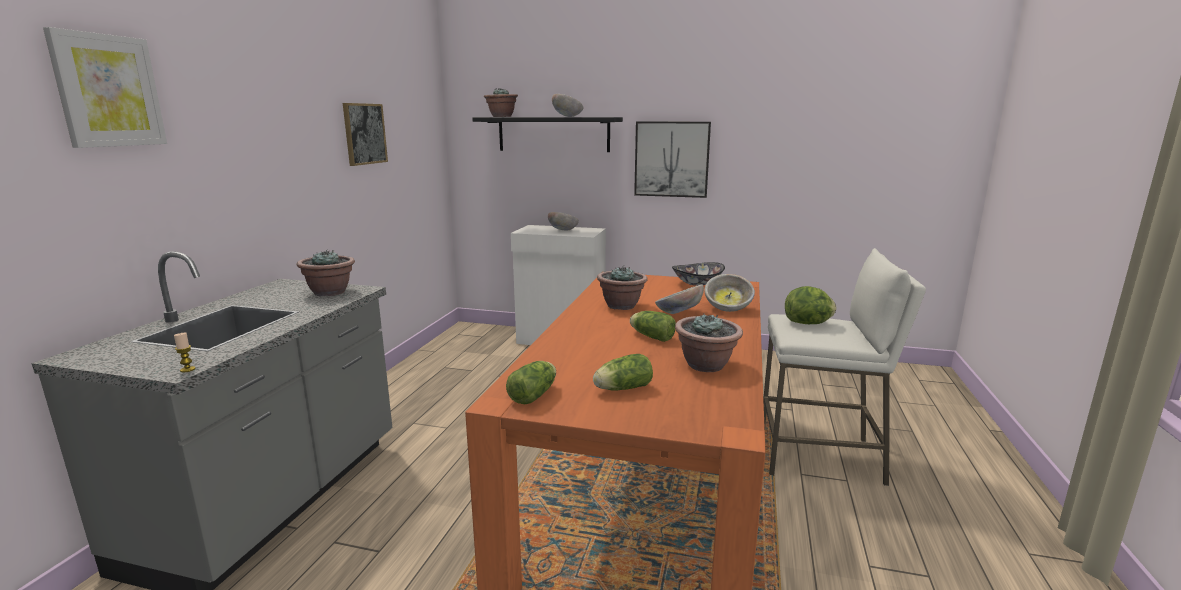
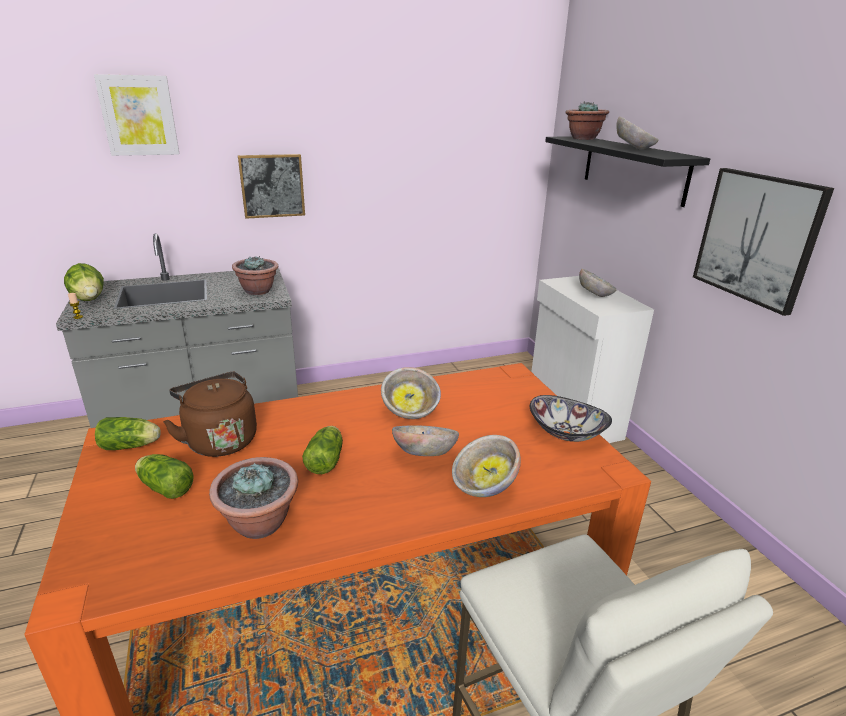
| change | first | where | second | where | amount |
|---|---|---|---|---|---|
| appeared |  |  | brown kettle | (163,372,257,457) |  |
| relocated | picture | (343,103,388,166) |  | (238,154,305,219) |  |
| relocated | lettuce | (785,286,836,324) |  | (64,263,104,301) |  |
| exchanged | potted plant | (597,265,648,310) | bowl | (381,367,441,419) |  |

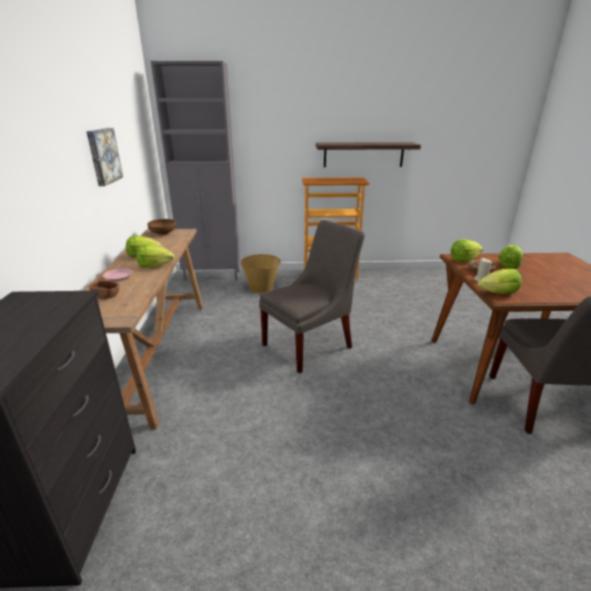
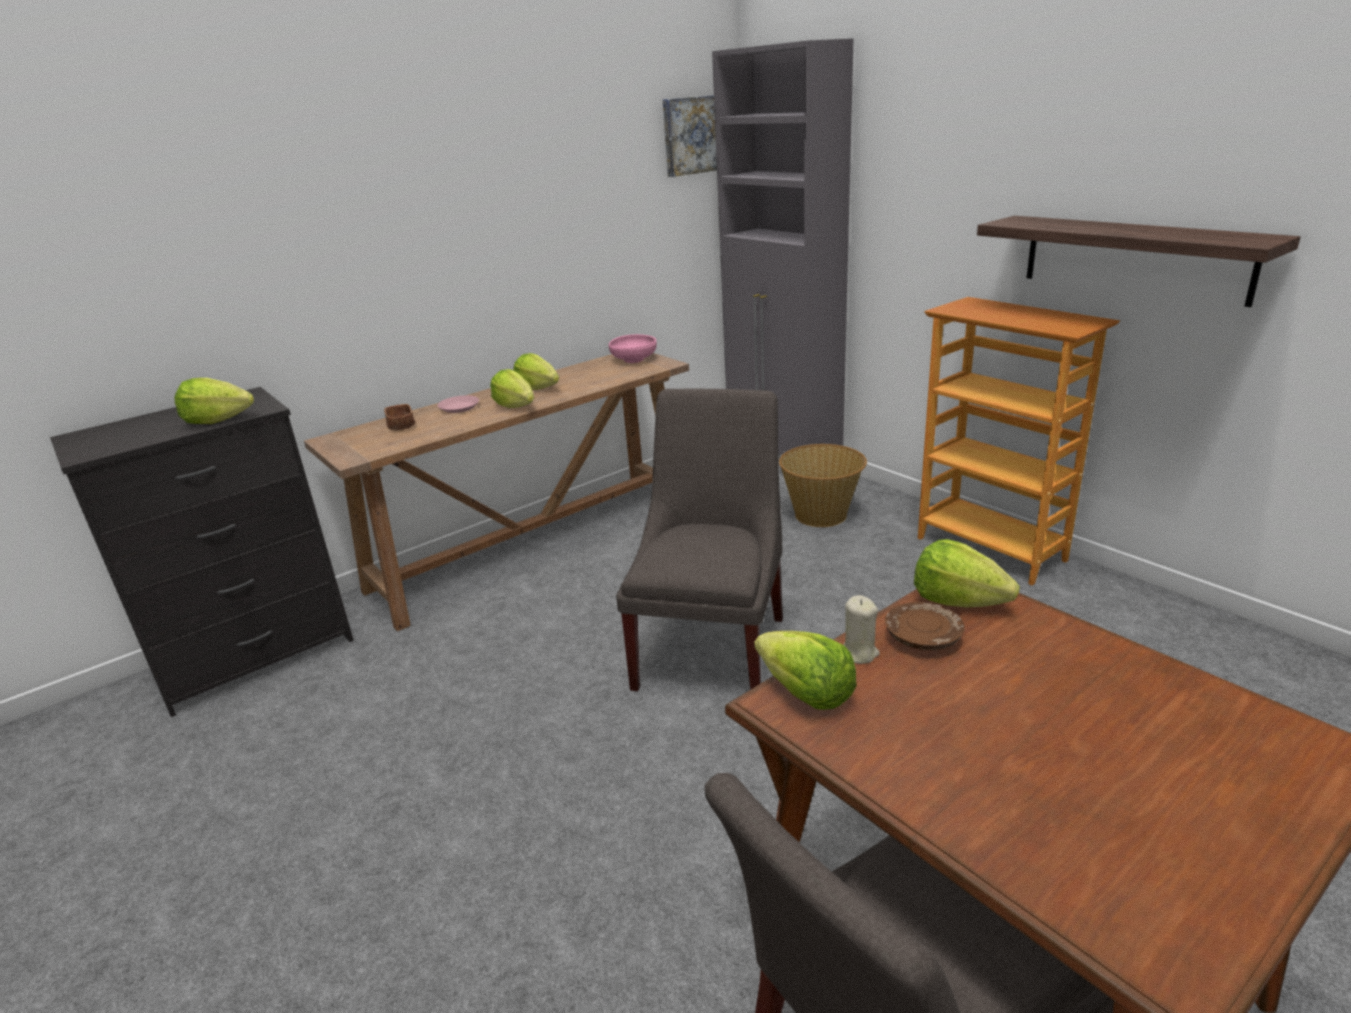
| change | first | where | second | where | amount |
|---|---|---|---|---|---|
| relocated | picture | (86,128,123,186) |  | (663,95,717,177) |  |
| relocated | lettuce | (498,245,523,269) |  | (174,378,254,424) |  |
| colour | brown bowl | (147,219,176,235) | pink bowl | (609,334,657,363) |  |
| spun | grey chair | (259,220,365,374) |  | (616,389,783,691) | 90 degrees counterclockwise |

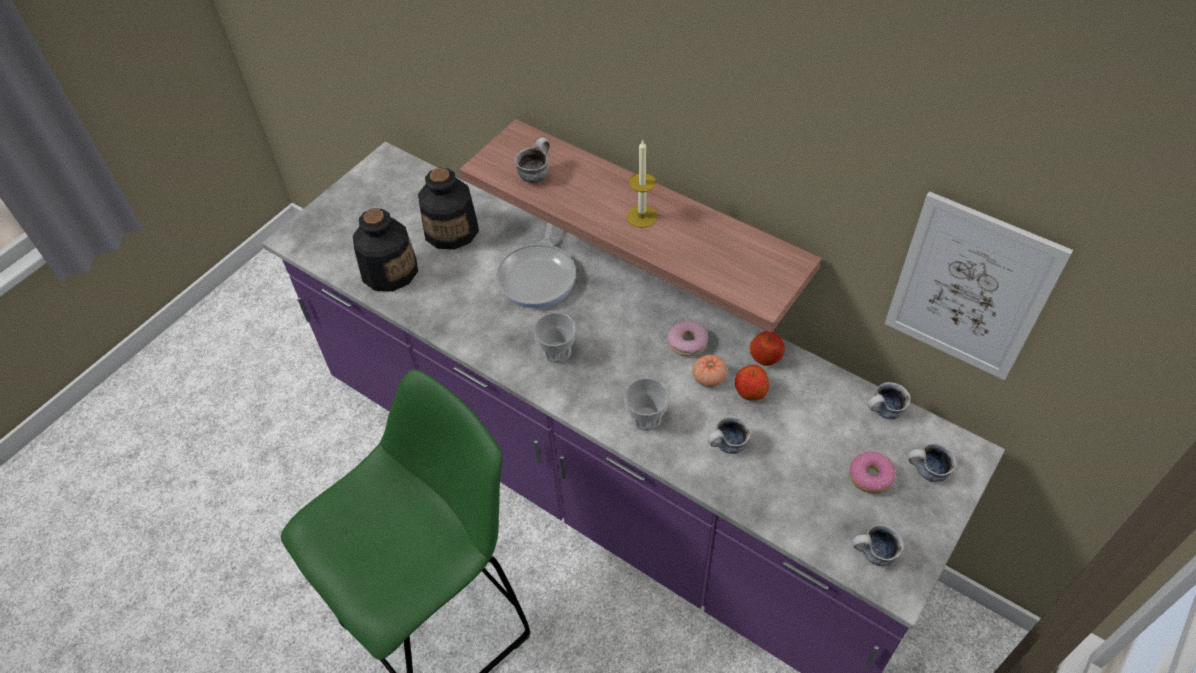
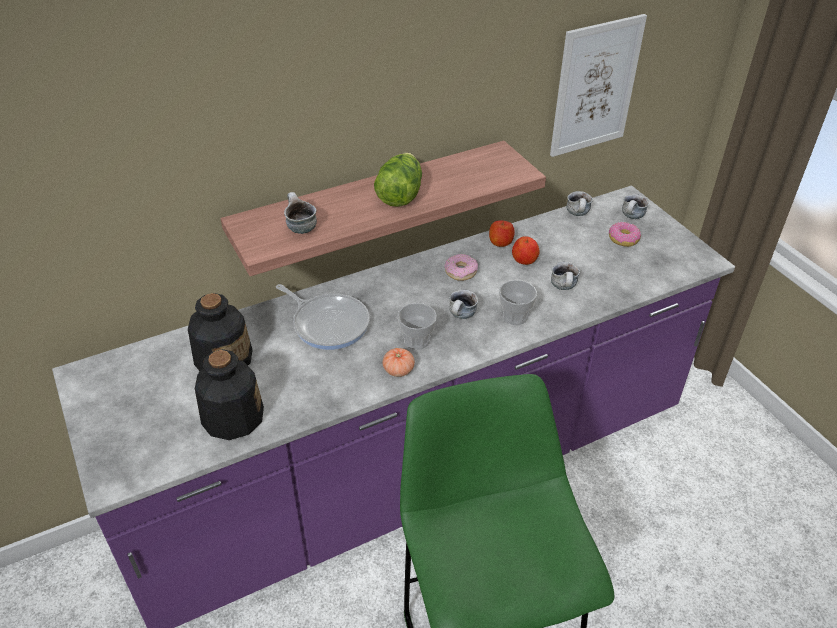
| change | first | where | second | where | amount |
|---|---|---|---|---|---|
| relocated | tomato | (692,355,728,387) |  | (383,348,415,377) |  |
| relocated | mug | (852,524,904,566) |  | (449,290,478,319) |  |
| exchanged | candle | (627,139,658,228) | lettuce | (374,153,422,207) |  |

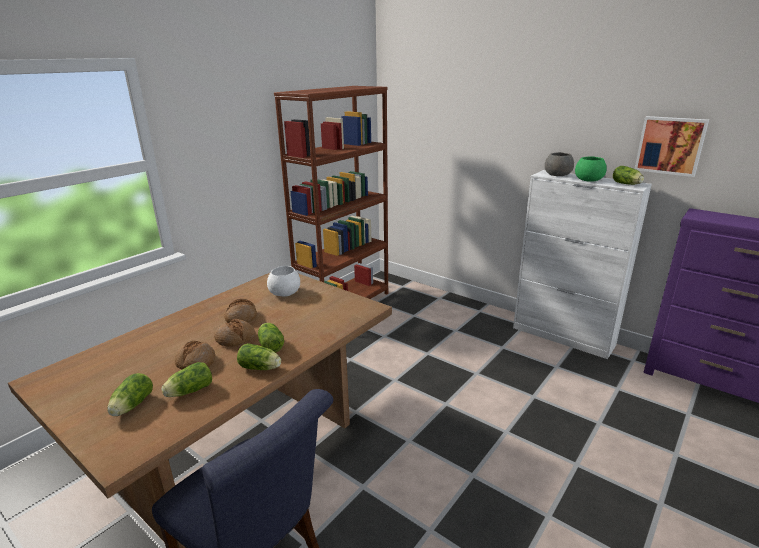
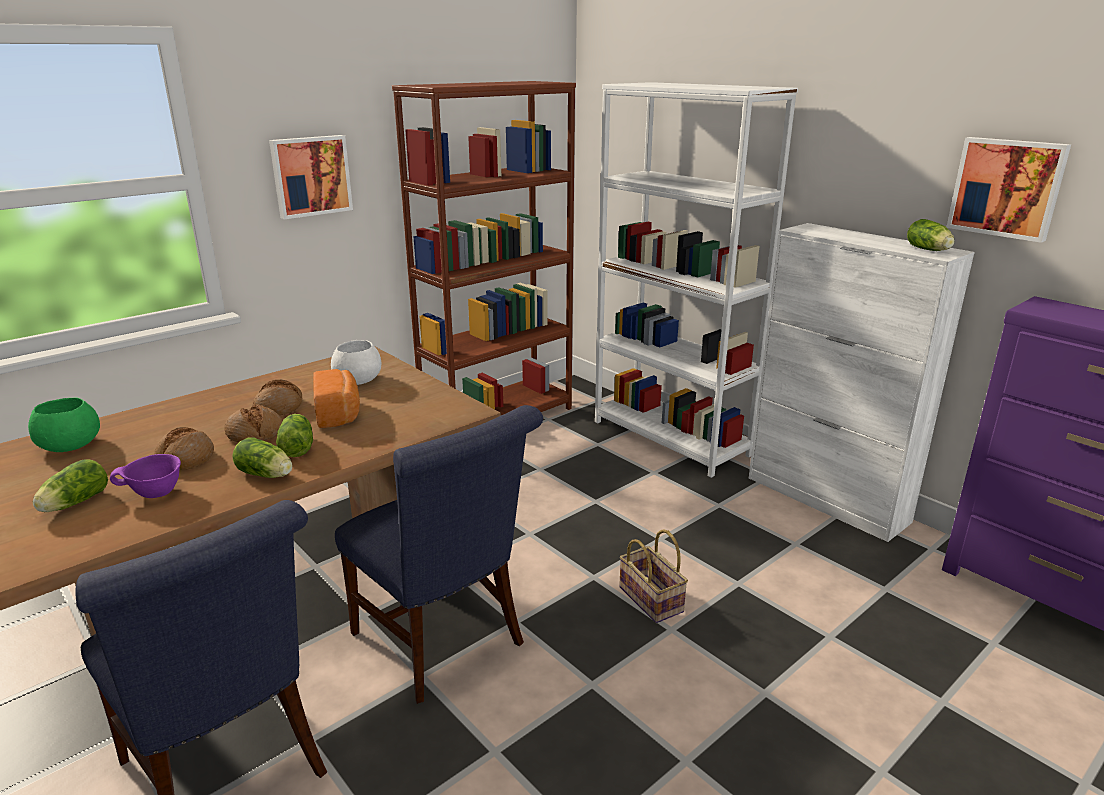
| change | first | where | second | where | amount |
|---|---|---|---|---|---|
| missing | grey bowl | (545,152,574,176) |  |  |  |
| appeared |  |  | picture | (269,135,353,219) |  |
| appeared |  |  | bread | (313,369,360,428) |  |
| appeared |  |  | blue chair | (335,405,543,704) |  |
| appeared |  |  | white bookcase | (595,82,798,478) |  |
| appeared |  |  | basket | (619,529,688,623) |  |
| relocated | green bowl | (575,156,607,182) |  | (28,397,100,452) |  |
| exchanged | lettuce | (161,362,212,397) | purple bowl | (110,454,181,498) |  |

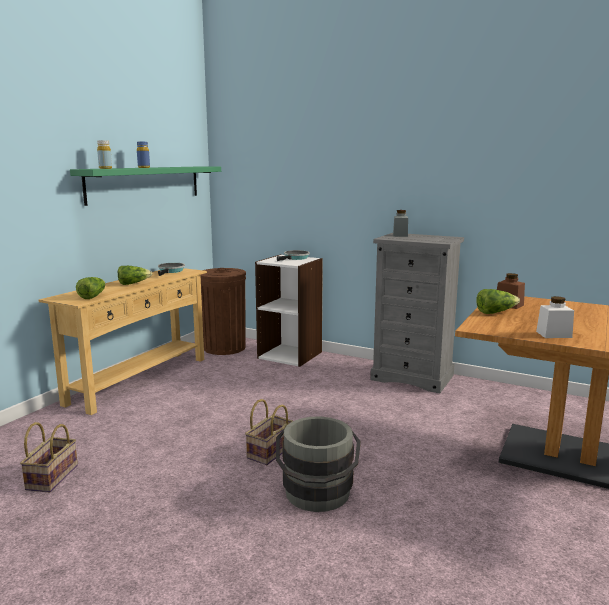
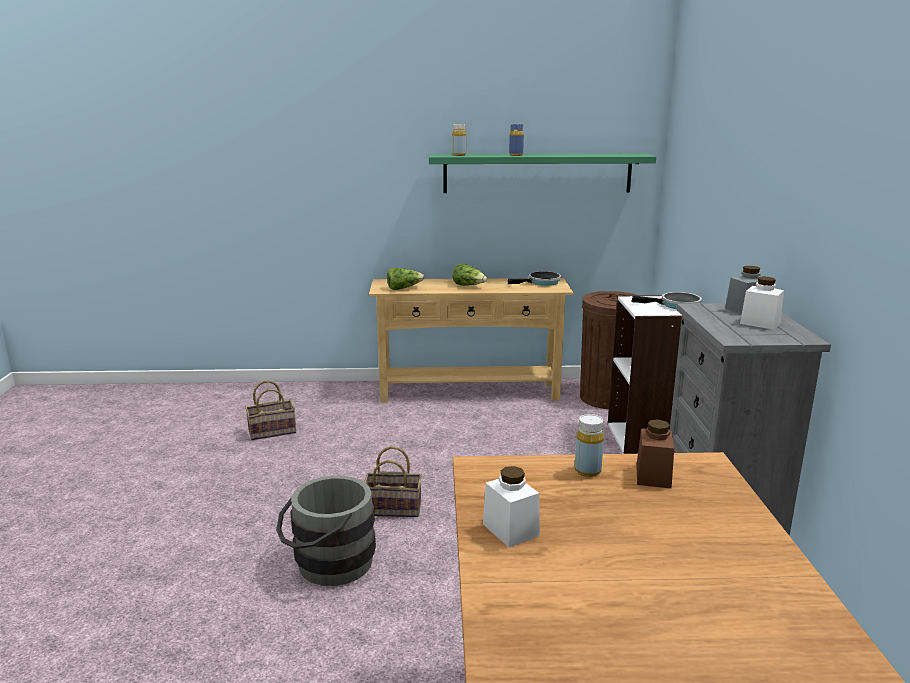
| change | first | where | second | where | amount |
|---|---|---|---|---|---|
| appeared |  |  | white jar | (740,276,784,330) |  |
| exchanged | lettuce | (476,289,520,314) | yellow bottle | (575,414,604,477) |  |

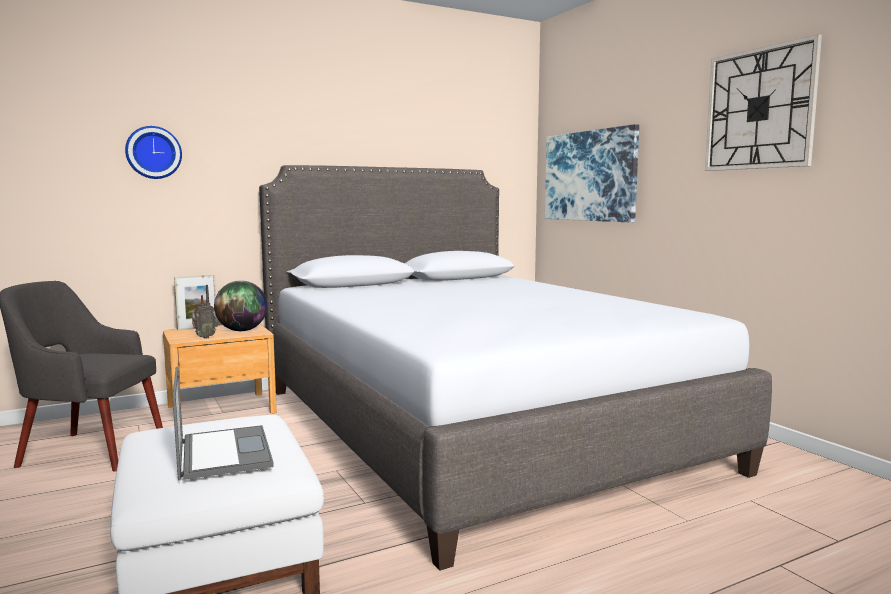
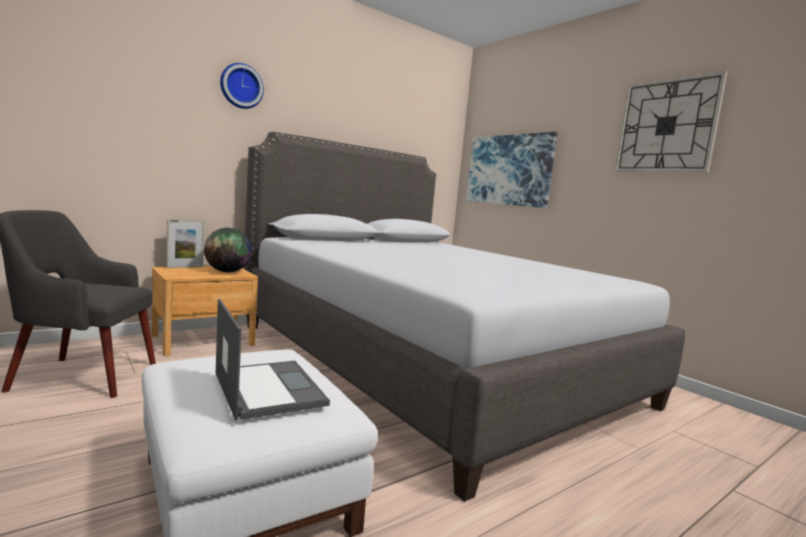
| change | first | where | second | where | amount |
|---|---|---|---|---|---|
| missing | radio | (192,285,216,339) |  |  |  |
| relocated | wall clock | (125,126,182,179) |  | (220,63,264,109) |  |

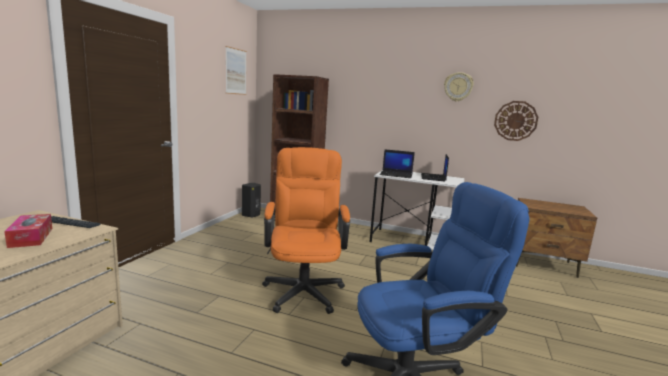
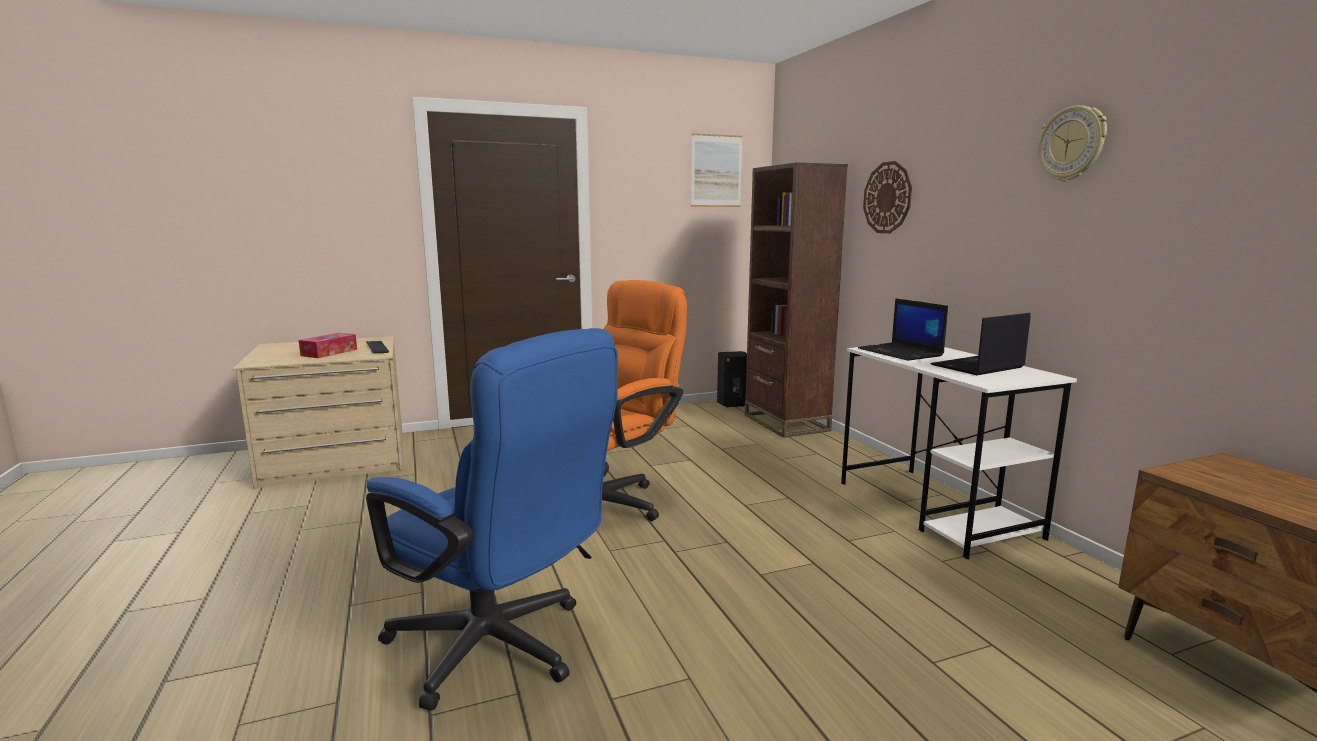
| change | first | where | second | where | amount |
|---|---|---|---|---|---|
| relocated | wall clock | (494,101,538,141) |  | (863,161,912,233) |  |

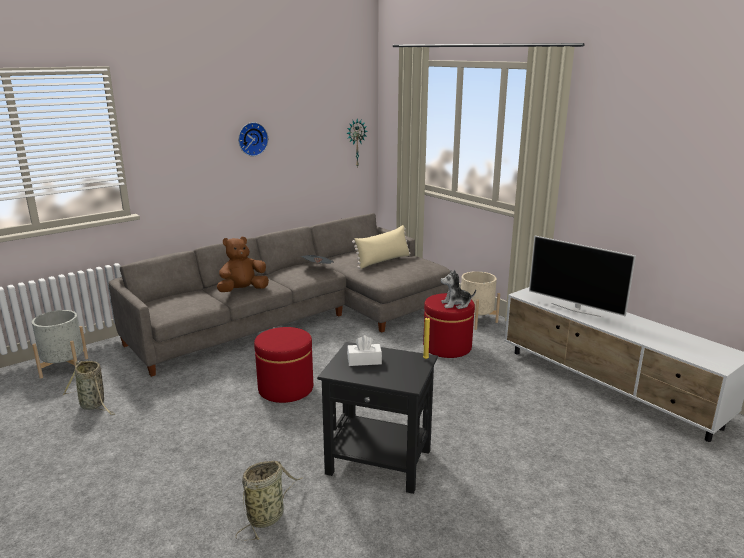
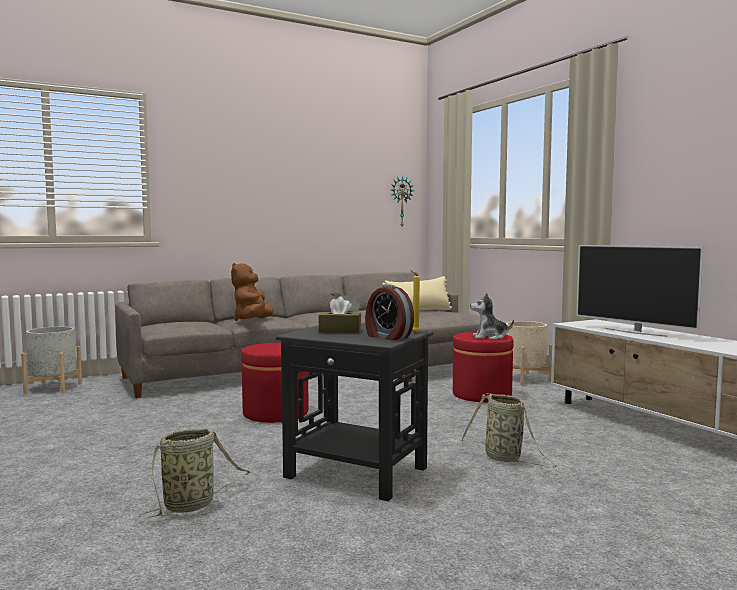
| change | first | where | second | where | amount |
|---|---|---|---|---|---|
| missing | wall clock | (238,122,268,156) |  |  |  |
| appeared |  |  | alarm clock | (365,285,414,340) |  |
| relocated | basket | (62,361,115,415) |  | (460,393,556,468) |  |
| colour | white tissue box | (347,335,382,366) | brown tissue box | (318,297,361,333) |  |
| spun | brown plush toy | (217,237,269,292) |  | (231,263,273,321) | 60 degrees counterclockwise |

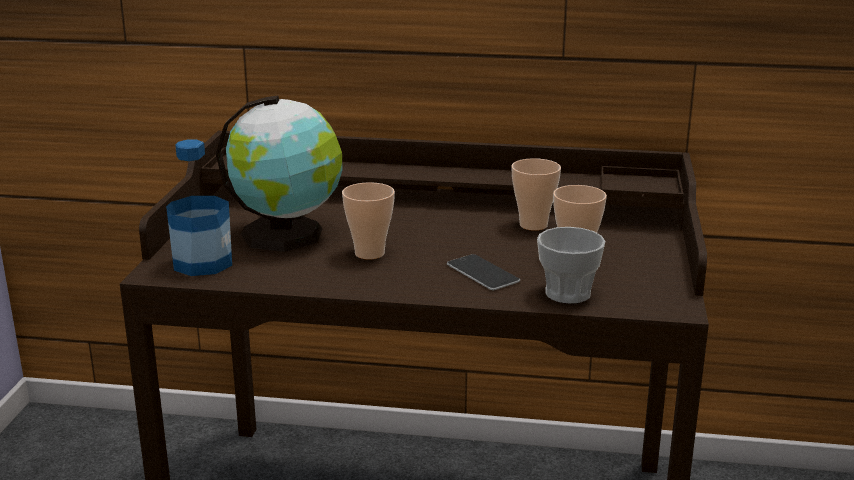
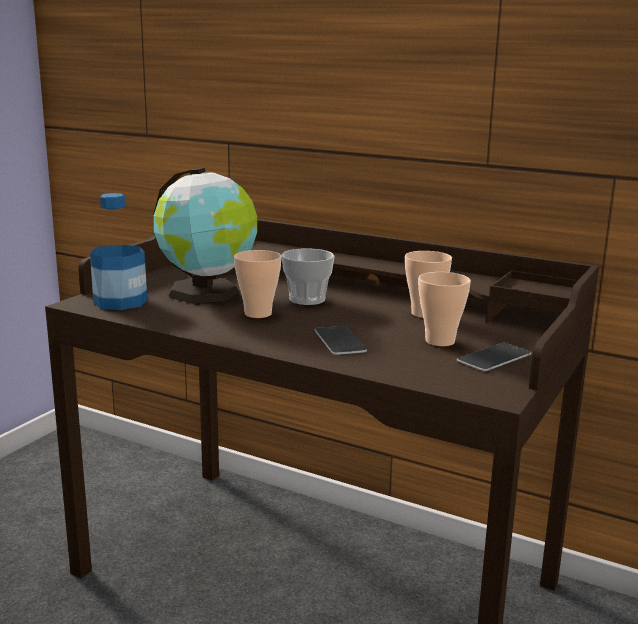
| change | first | where | second | where | amount |
|---|---|---|---|---|---|
| appeared |  |  | phone | (457,343,531,371) |  |
| relocated | cup | (537,227,606,304) |  | (281,248,335,305) |  |

